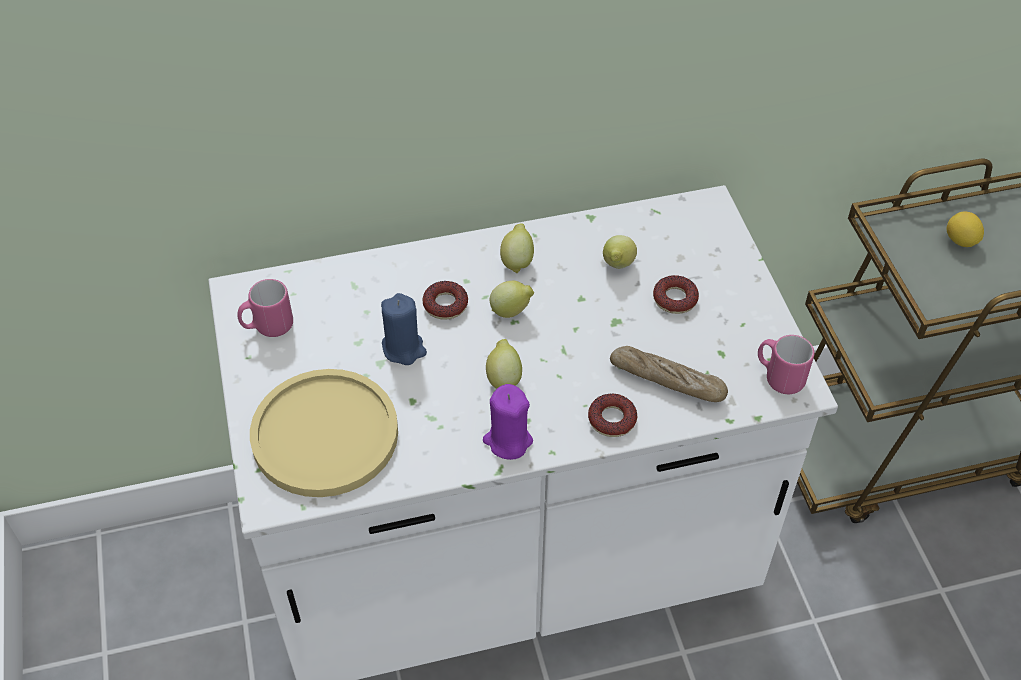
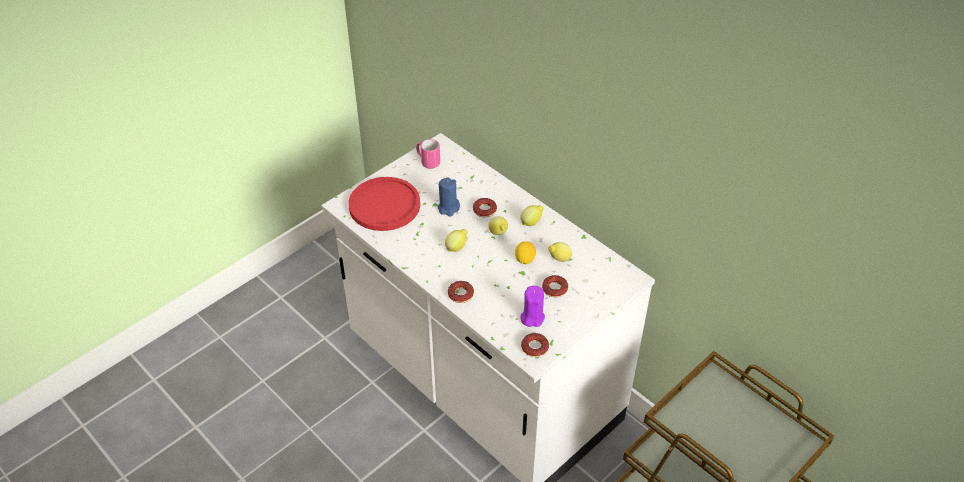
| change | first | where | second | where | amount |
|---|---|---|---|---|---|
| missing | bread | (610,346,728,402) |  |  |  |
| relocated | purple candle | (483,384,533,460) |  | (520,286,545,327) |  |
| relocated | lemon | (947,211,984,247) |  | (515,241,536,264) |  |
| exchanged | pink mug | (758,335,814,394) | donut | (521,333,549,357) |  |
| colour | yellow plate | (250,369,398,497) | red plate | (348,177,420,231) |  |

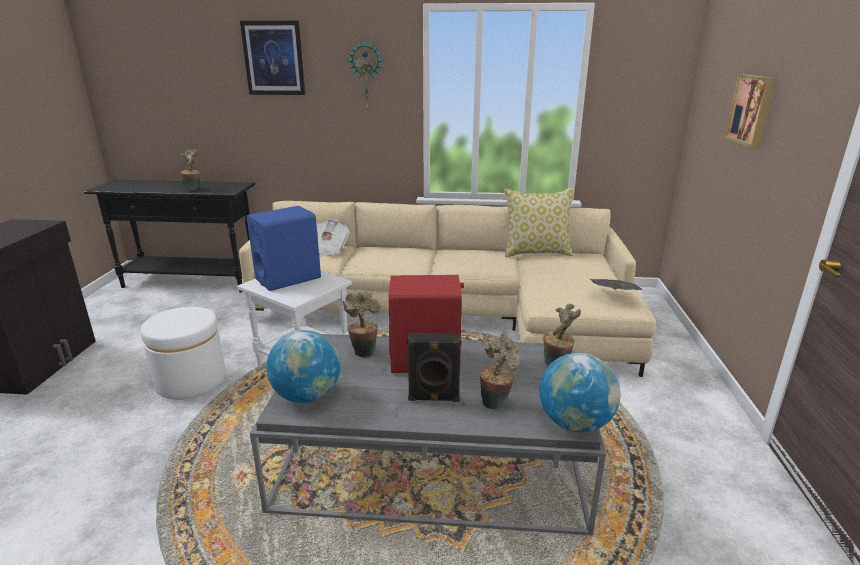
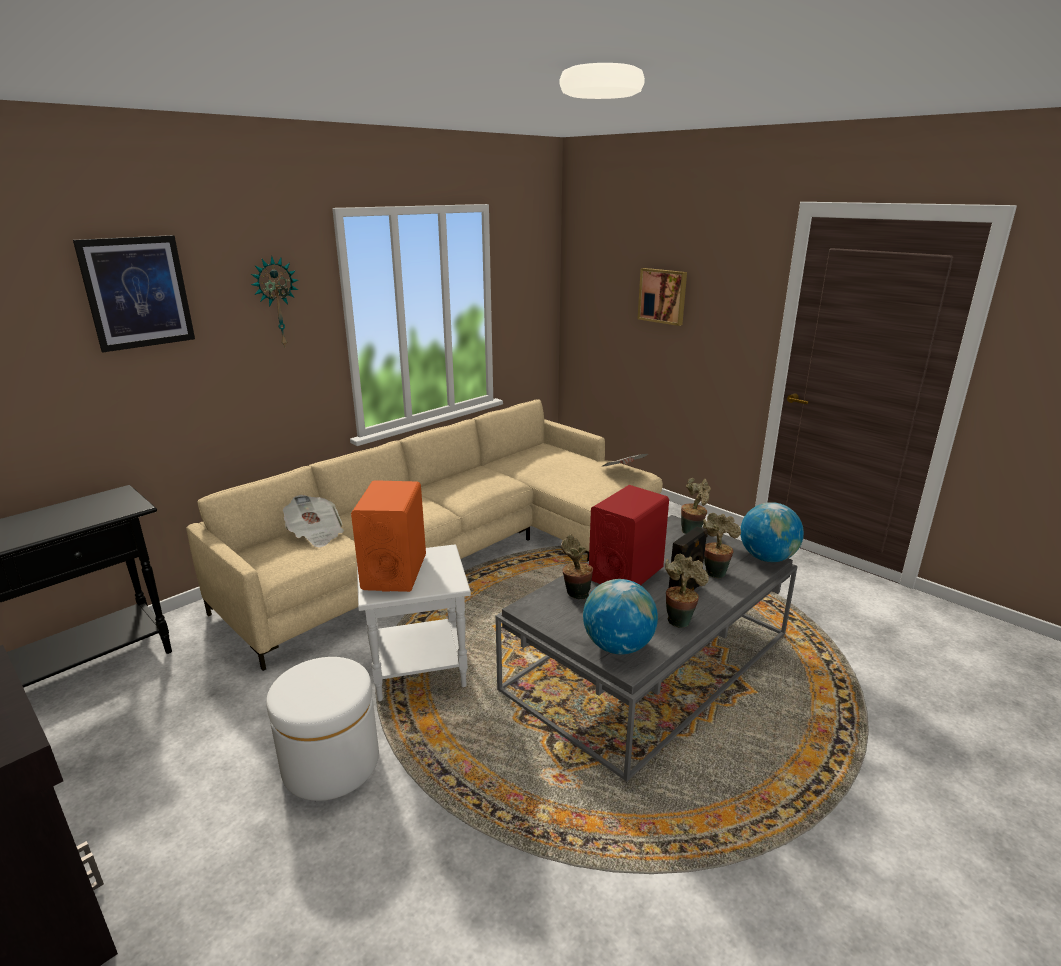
| change | first | where | second | where | amount |
|---|---|---|---|---|---|
| missing | pillow | (504,187,574,257) |  |  |  |
| relocated | potted plant | (180,149,200,191) |  | (665,554,709,628) |  |
| colour | blue speaker | (247,206,321,291) | orange speaker | (351,480,426,592) |  |

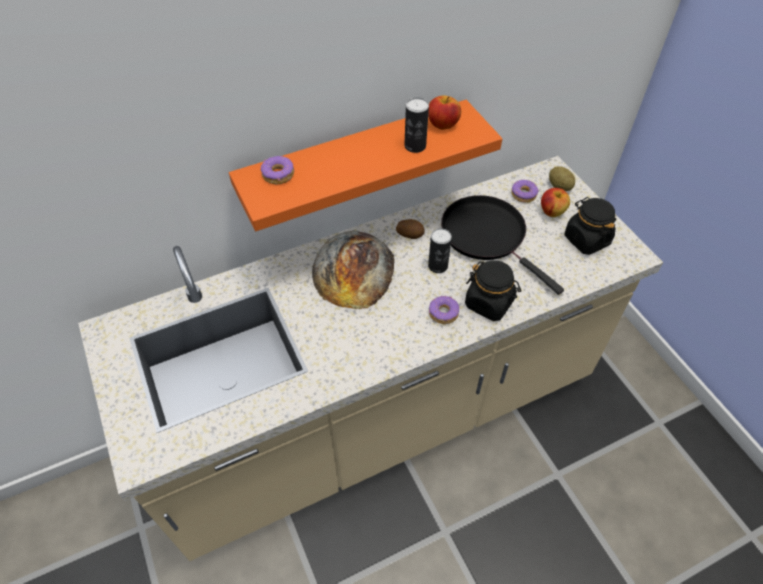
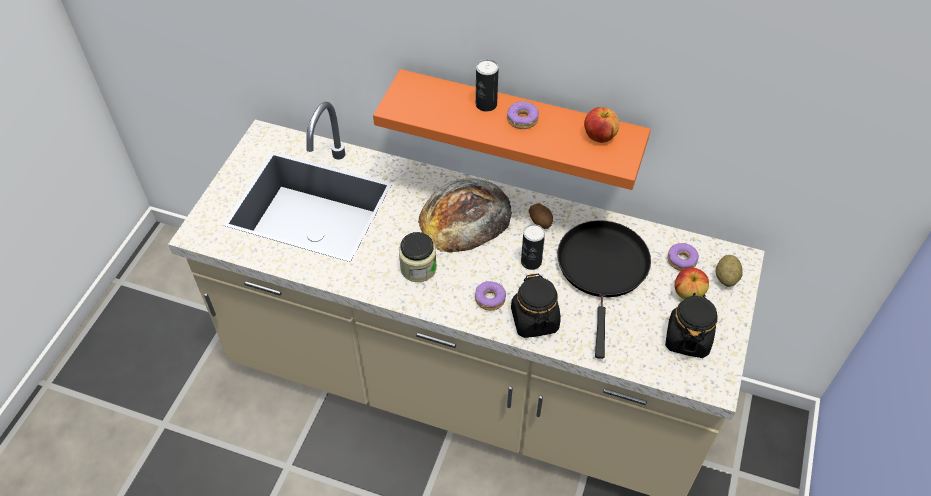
| change | first | where | second | where | amount |
|---|---|---|---|---|---|
| appeared |  |  | jar | (399,232,437,282) |  |
| relocated | donut | (260,156,294,184) |  | (507,101,539,129) |  |
| relocated | can | (404,97,429,153) |  | (476,59,499,112) |  |

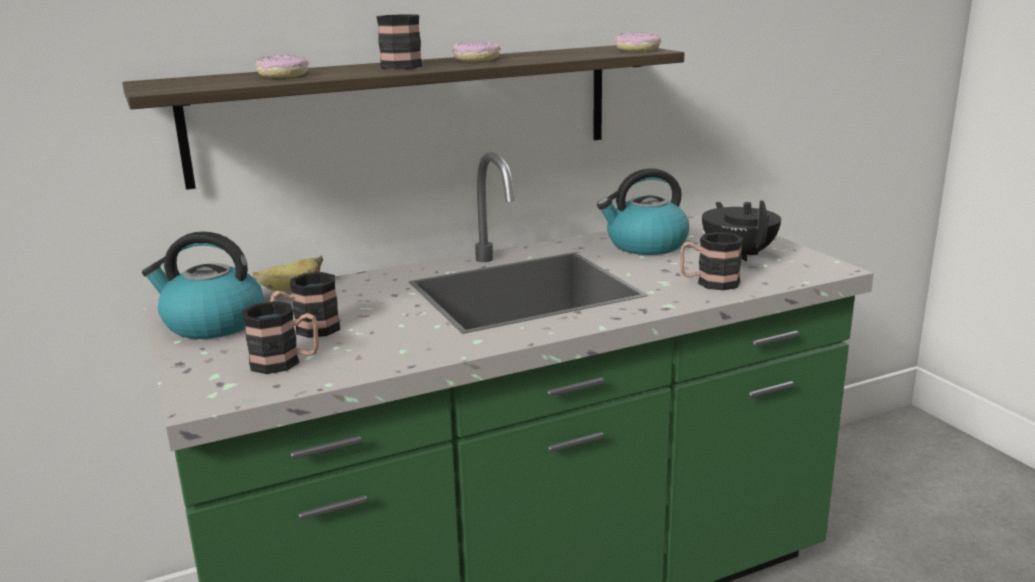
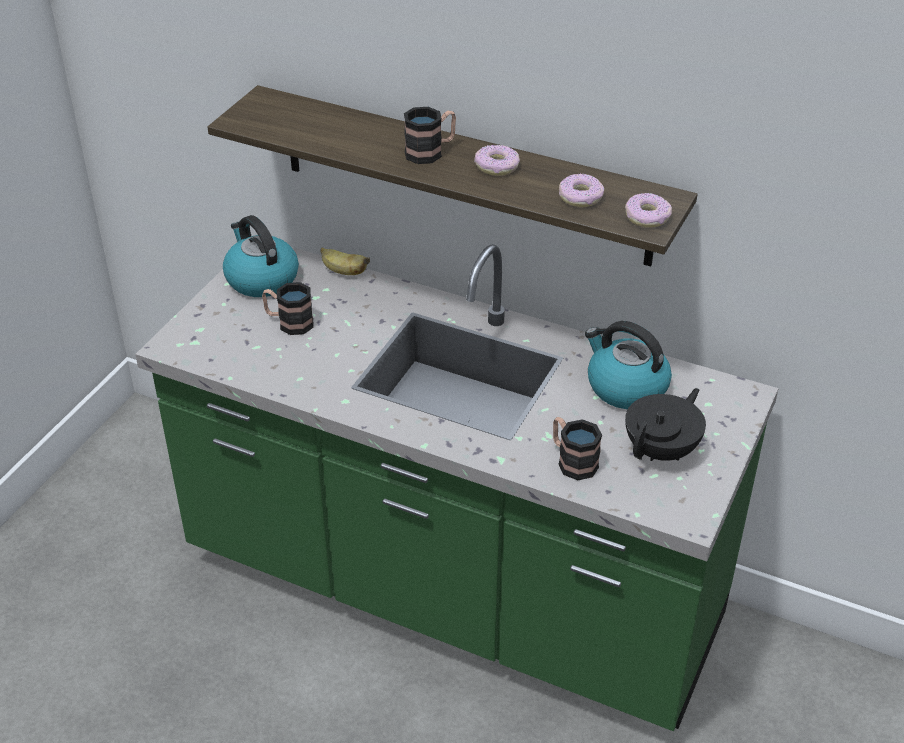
| change | first | where | second | where | amount |
|---|---|---|---|---|---|
| missing | mug | (242,301,319,374) |  |  |  |
| relocated | donut | (255,55,309,78) |  | (559,174,604,207) |  |

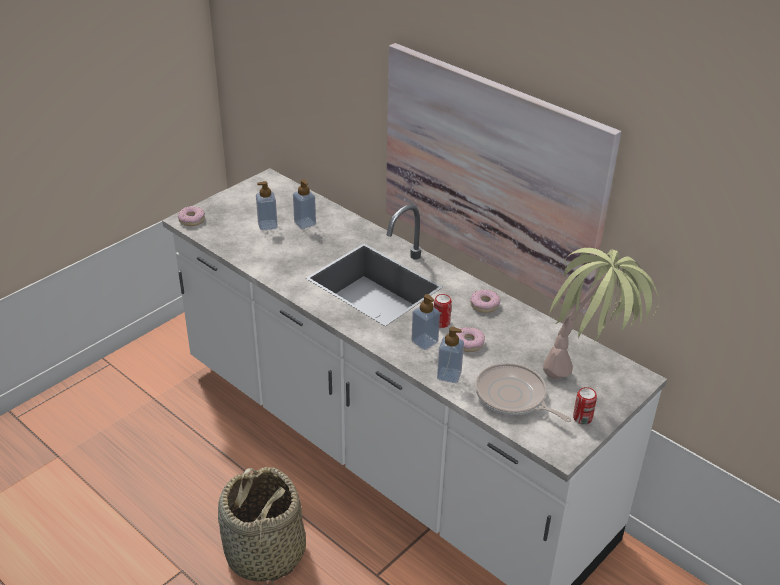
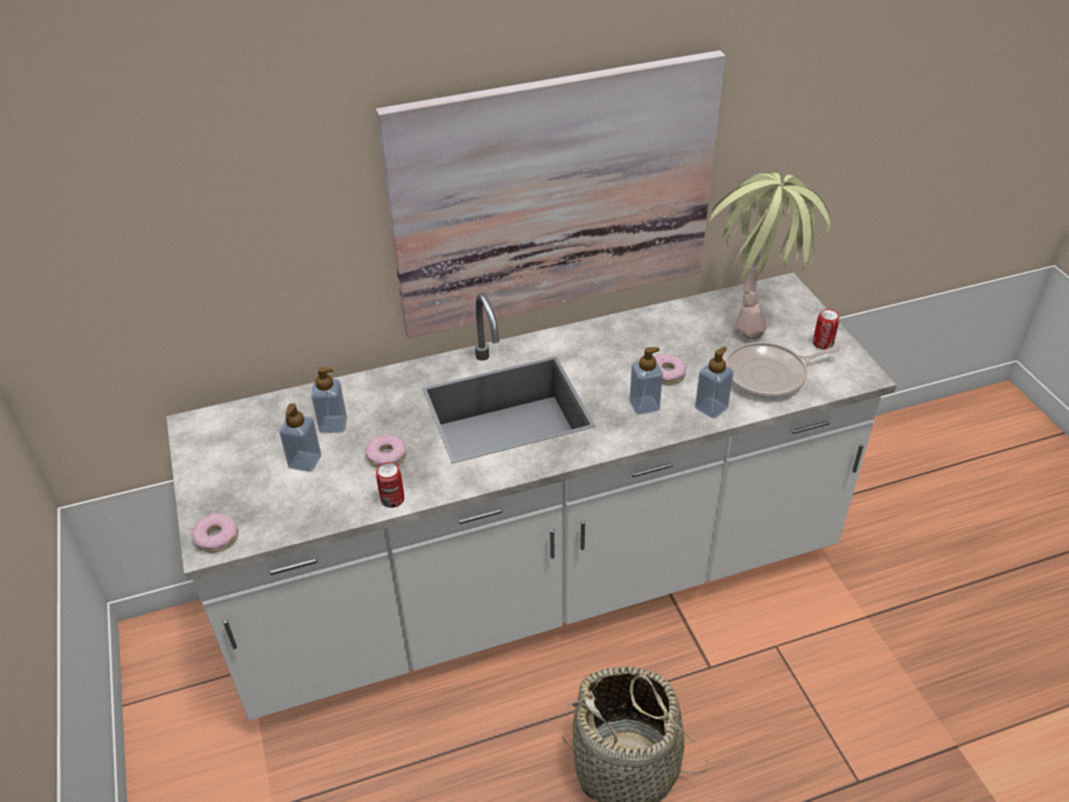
| change | first | where | second | where | amount |
|---|---|---|---|---|---|
| relocated | can | (434,294,452,328) |  | (376,462,404,508) |  |
| relocated | donut | (470,289,500,313) |  | (365,435,406,468) |  |

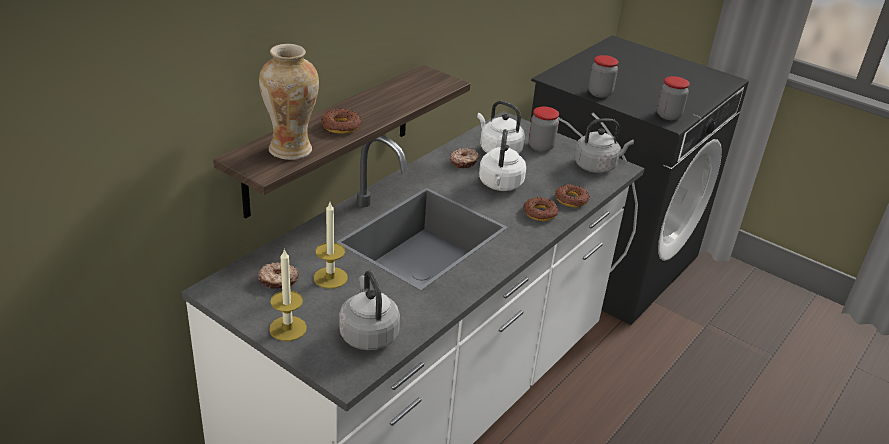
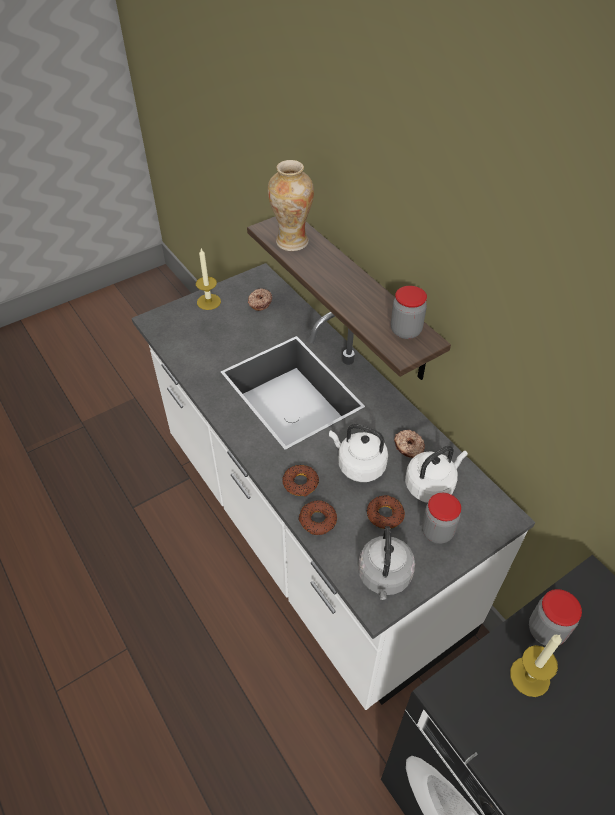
| change | first | where | second | where | amount |
|---|---|---|---|---|---|
| missing | grey kettle | (339,270,400,350) |  |  |  |
| relocated | candle | (314,202,348,289) |  | (510,635,562,697) |  |
| relocated | donut | (321,109,361,134) |  | (367,495,405,529) |  |
| relocated | jar | (657,76,690,120) |  | (391,286,427,339) |  |

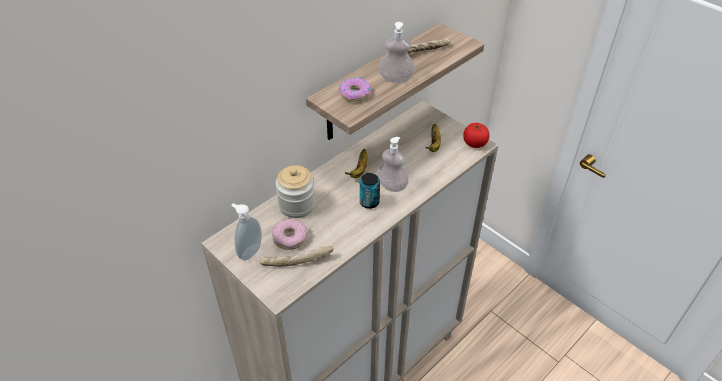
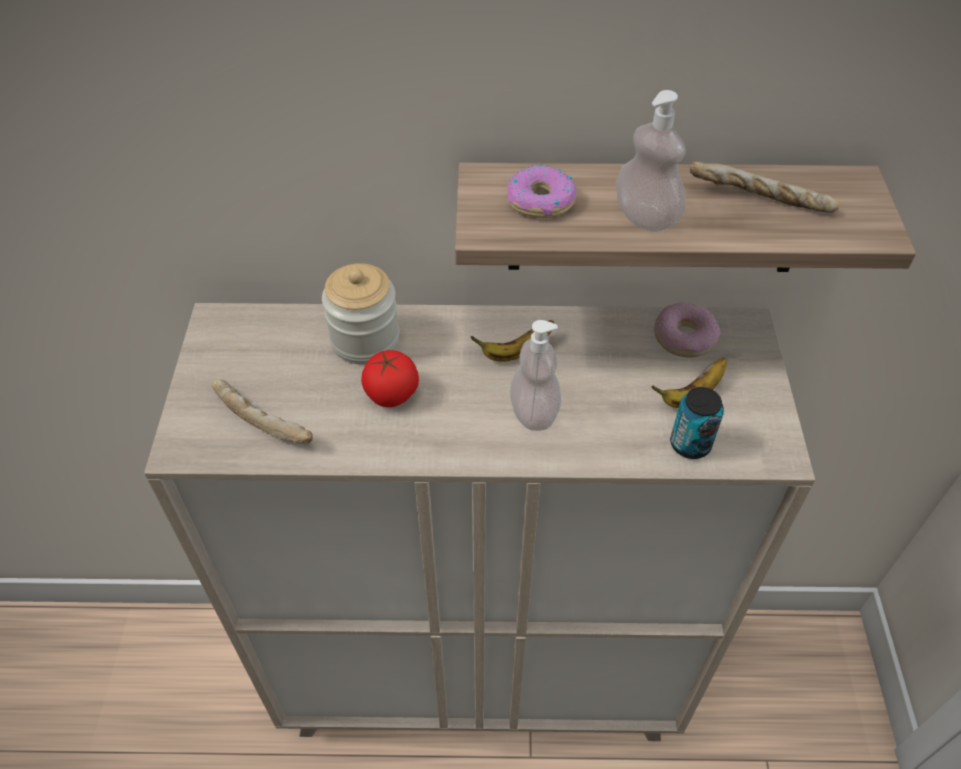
| change | first | where | second | where | amount |
|---|---|---|---|---|---|
| missing | soap dispenser | (232,203,262,260) |  |  |  |
| relocated | donut | (272,219,308,250) |  | (654,302,721,358) |  |
| relocated | can | (360,173,380,209) |  | (670,387,724,459) |  |
| relocated | tomato | (463,123,489,148) |  | (361,350,419,407) |  |

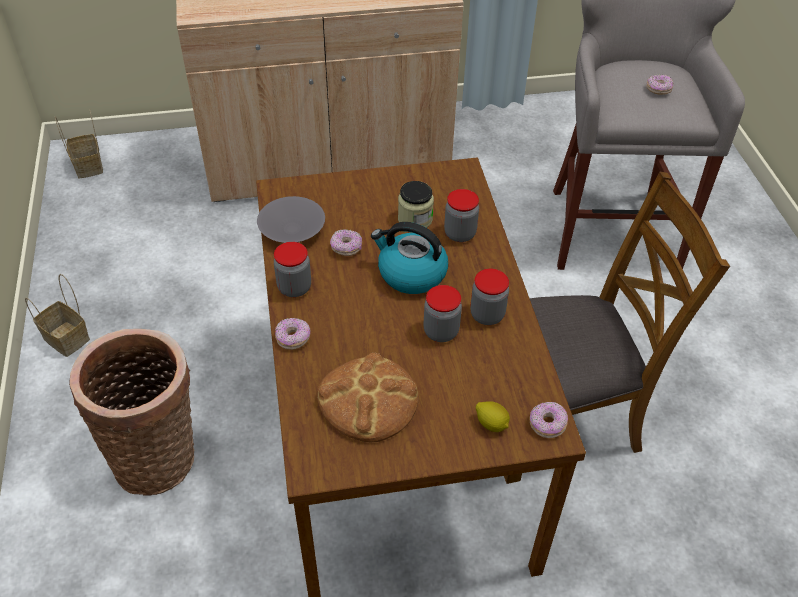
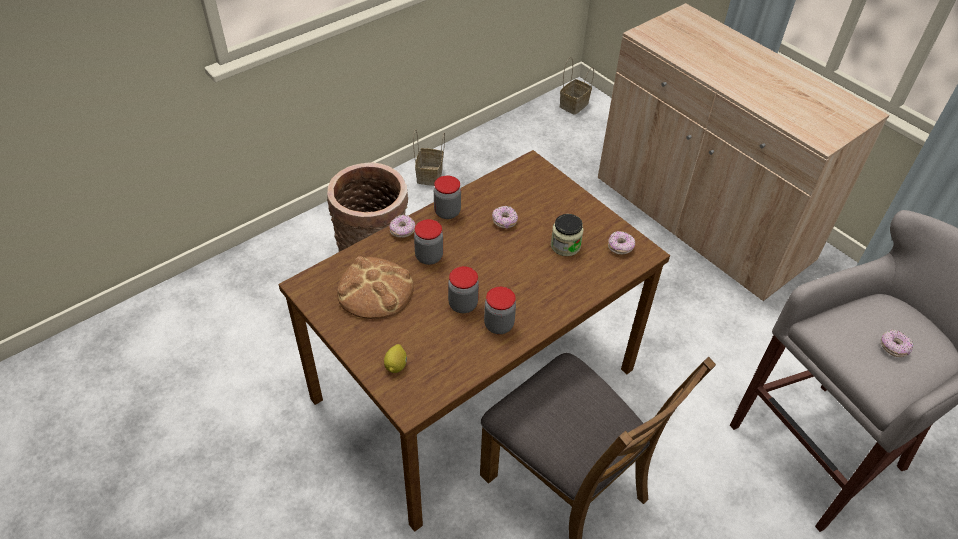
| change | first | where | second | where | amount |
|---|---|---|---|---|---|
| missing | grey bowl | (257,196,325,243) |  |  |  |
| missing | kettle | (371,222,448,294) |  |  |  |
| relocated | jar | (444,189,479,242) |  | (414,219,443,265) |  |
| relocated | donut | (530,402,568,438) |  | (608,231,635,255) |  |

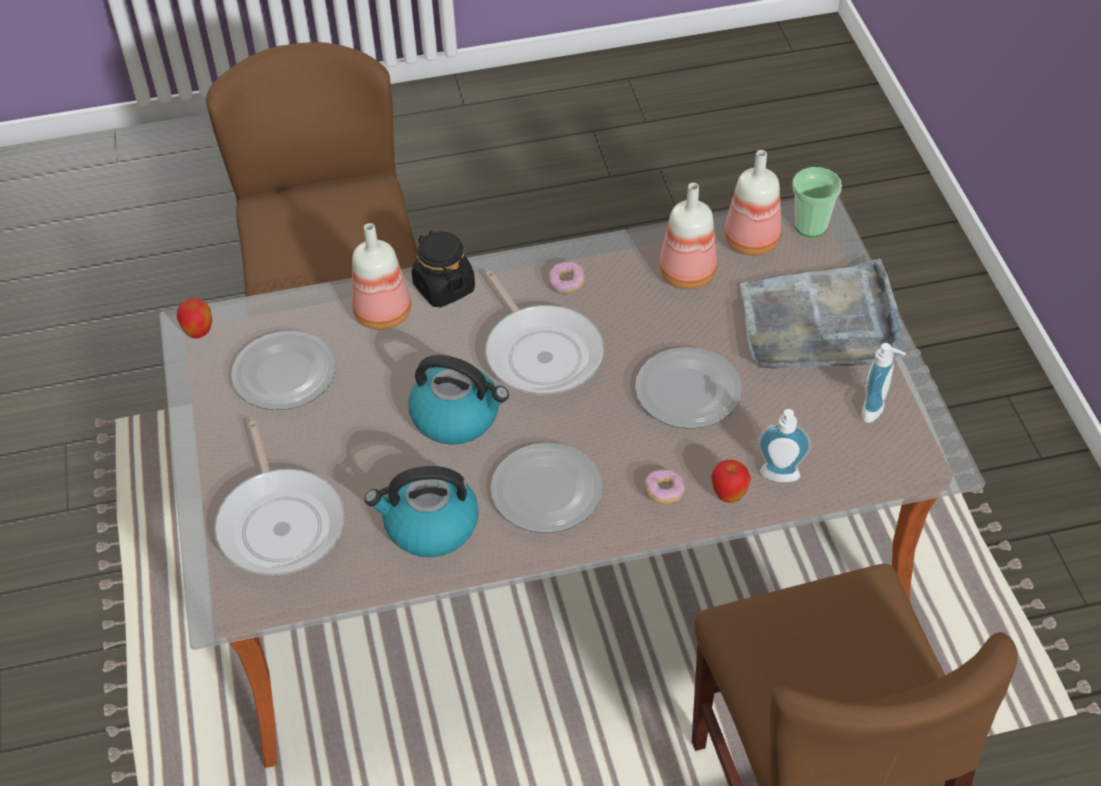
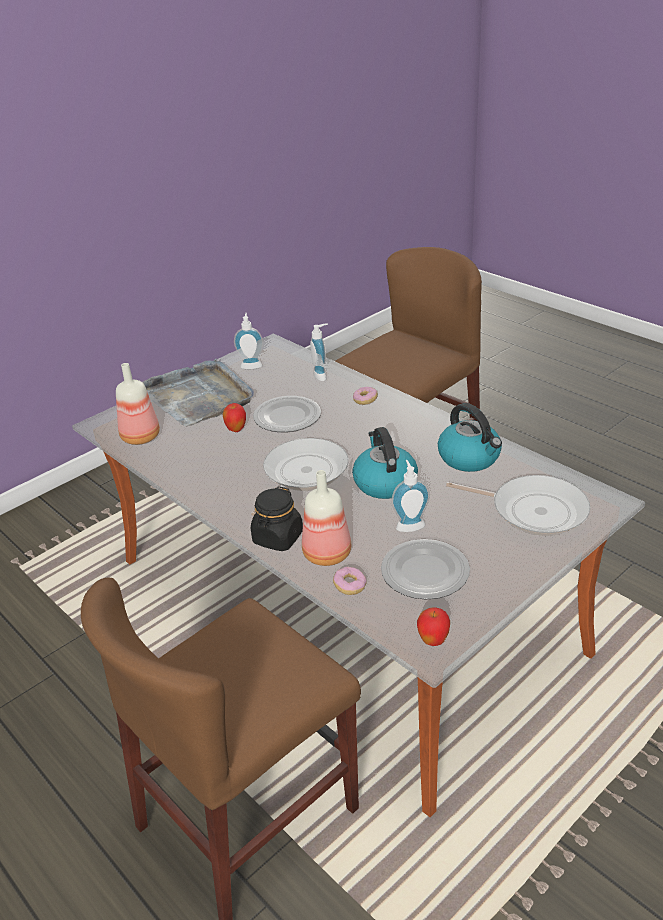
| change | first | where | second | where | amount |
|---|---|---|---|---|---|
| missing | plate | (491,443,603,533) |  |  |  |
| missing | bottle | (659,183,717,289) |  |  |  |
| missing | cup | (792,167,842,237) |  |  |  |
| appeared |  |  | soap dispenser | (391,460,430,532) |  |
| relocated | donut | (548,262,585,294) |  | (333,567,367,595) |  |
| relocated | apple | (711,460,751,503) |  | (223,403,246,432) |  |
| spun | frying pan | (214,421,345,575) |  | (446,475,590,536) | 75 degrees clockwise |

